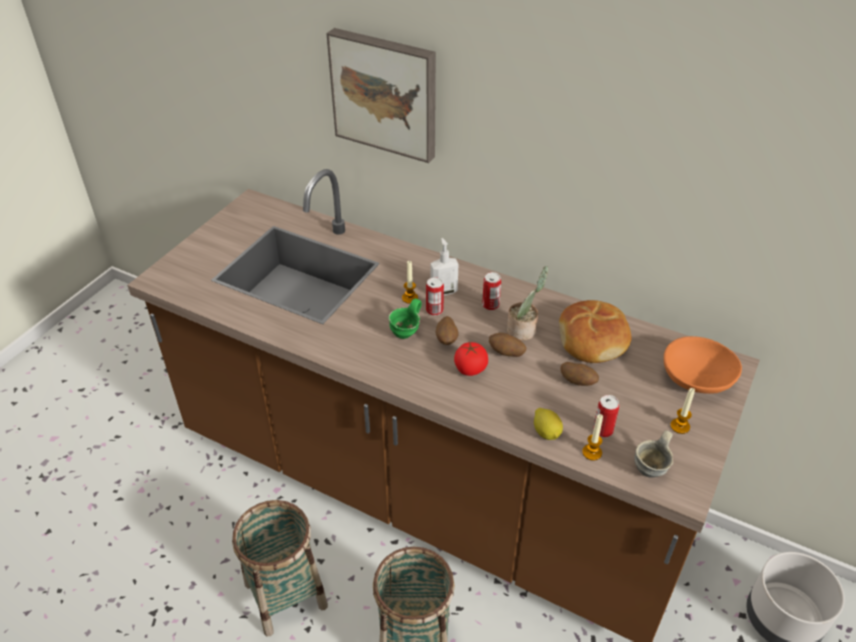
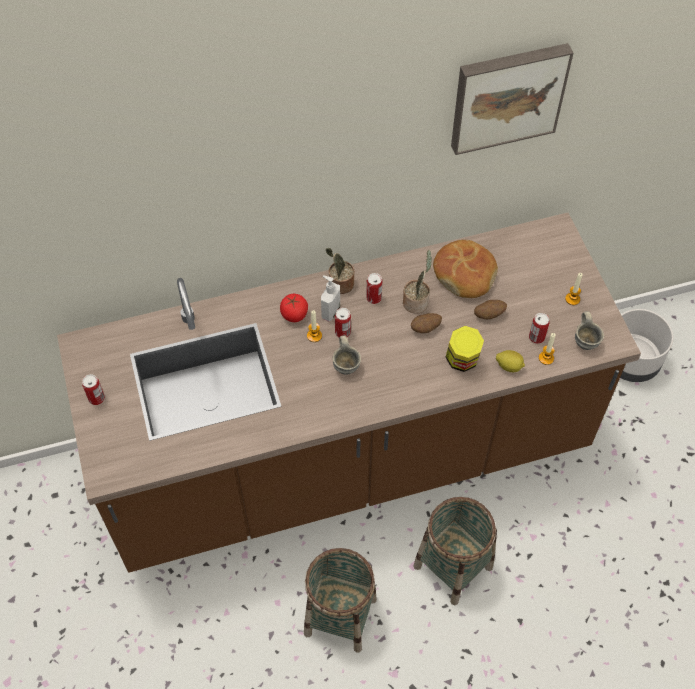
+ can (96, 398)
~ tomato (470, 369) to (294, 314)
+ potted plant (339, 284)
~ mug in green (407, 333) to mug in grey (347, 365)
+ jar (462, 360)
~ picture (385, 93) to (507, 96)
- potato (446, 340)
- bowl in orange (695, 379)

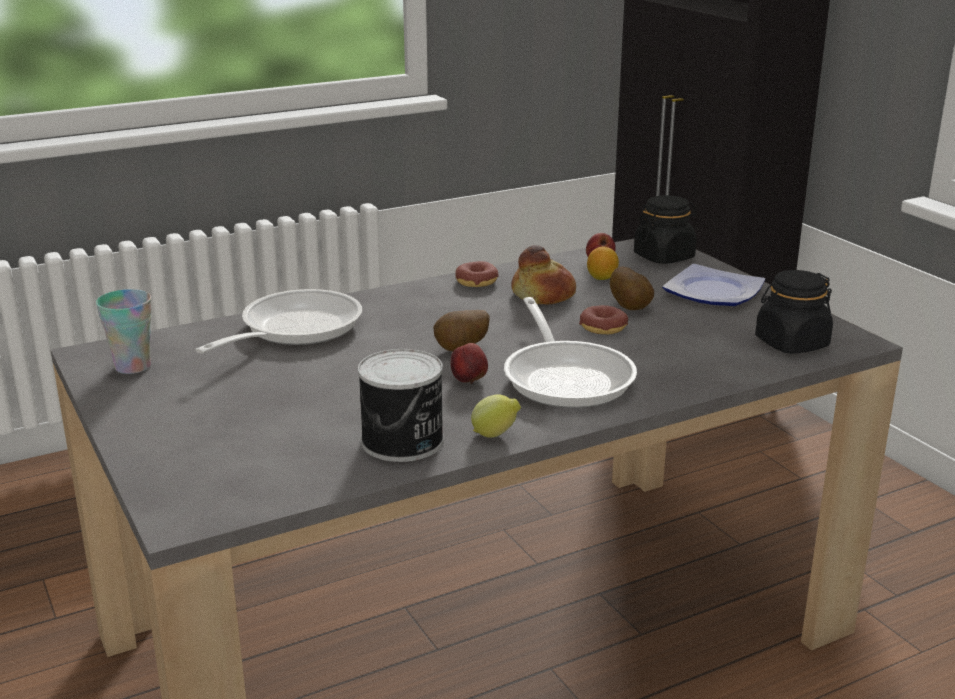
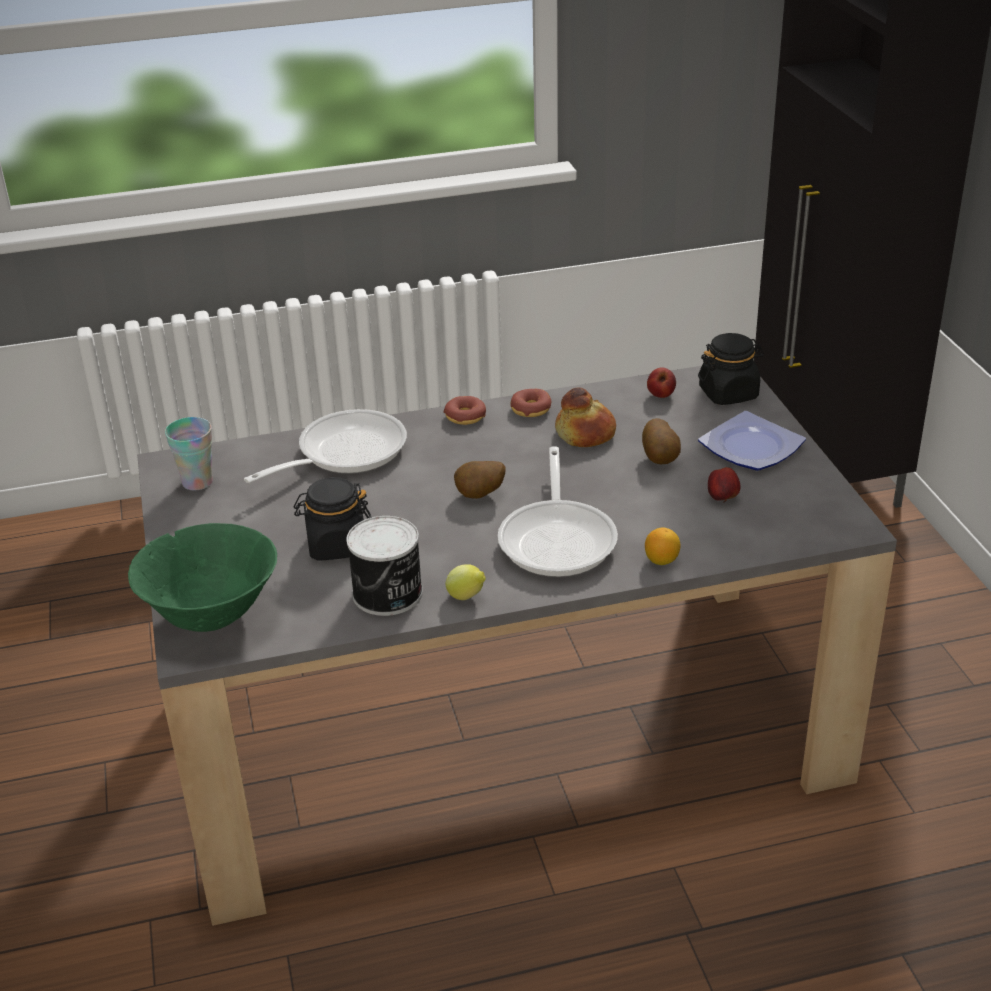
+ bowl in green (211, 617)
~ jar in black (791, 343) to (336, 545)
~ donut (603, 328) to (465, 416)
~ lemon (602, 278) to (661, 560)
~ apple (469, 381) to (723, 499)

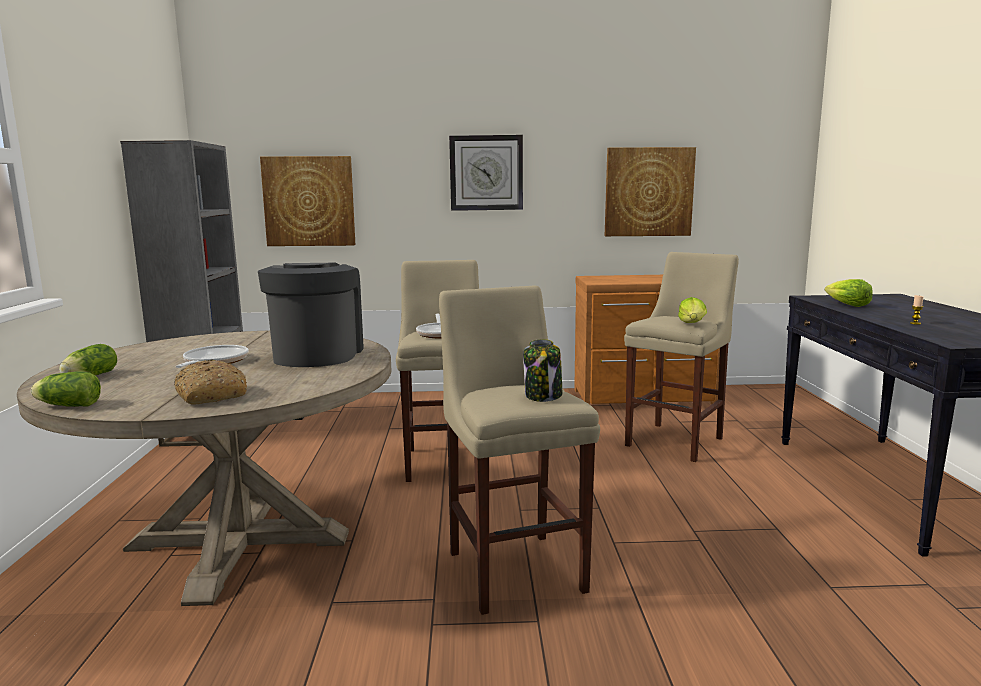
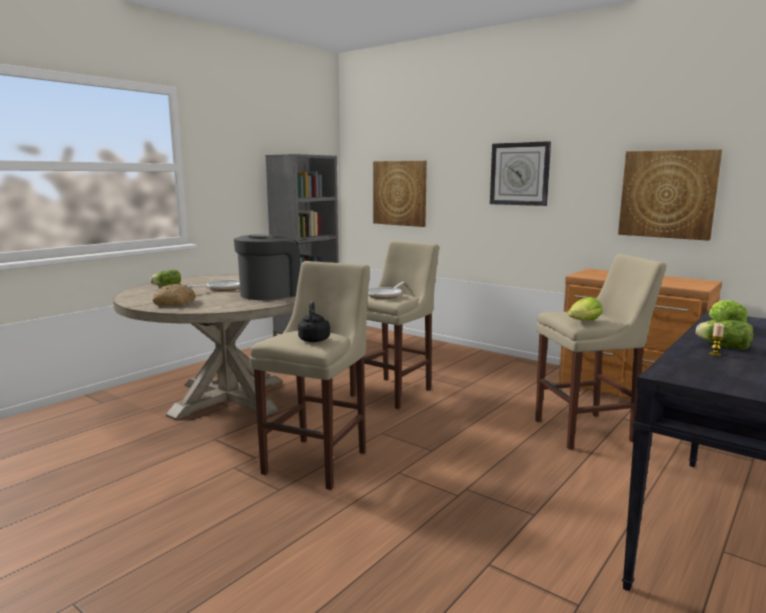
~ jar (543, 396) to kettle in black (313, 340)
~ lettuce (67, 405) to (721, 345)

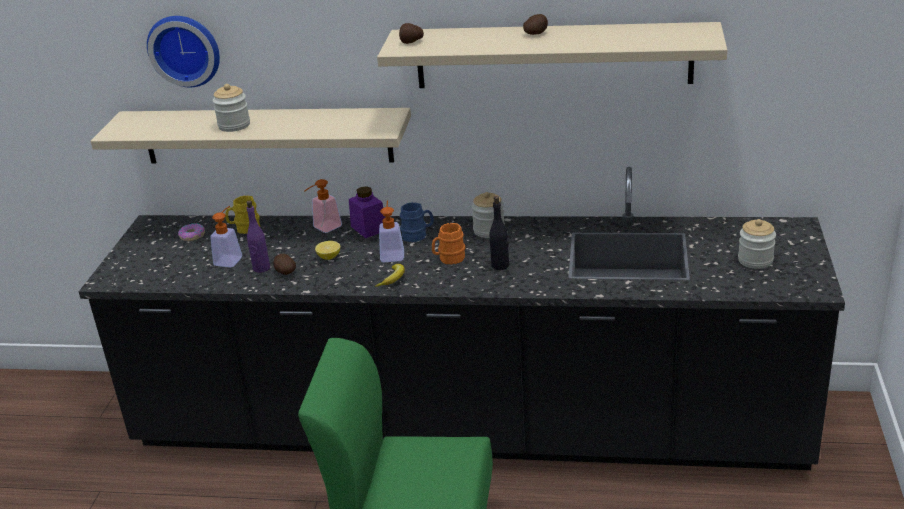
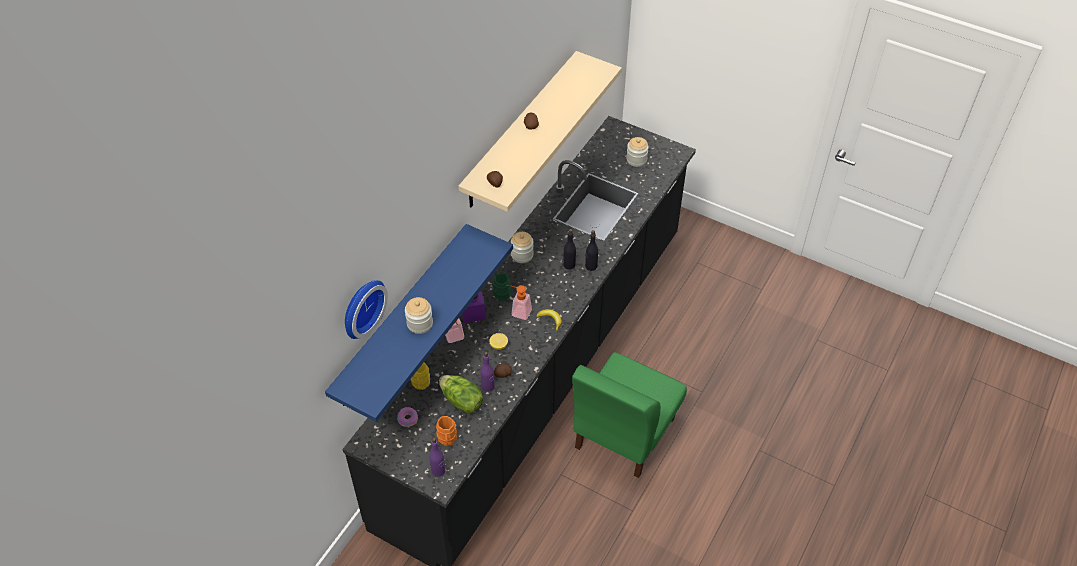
~ shelf in beige (266, 136) to shelf in blue (401, 316)
+ bottle in purple (438, 471)
~ mug in orange (449, 259) to (447, 439)
~ soap dispenser (230, 259) to lettuce (461, 401)
~ mug in blue (418, 235) to mug in green (502, 291)
+ bottle in black (591, 266)

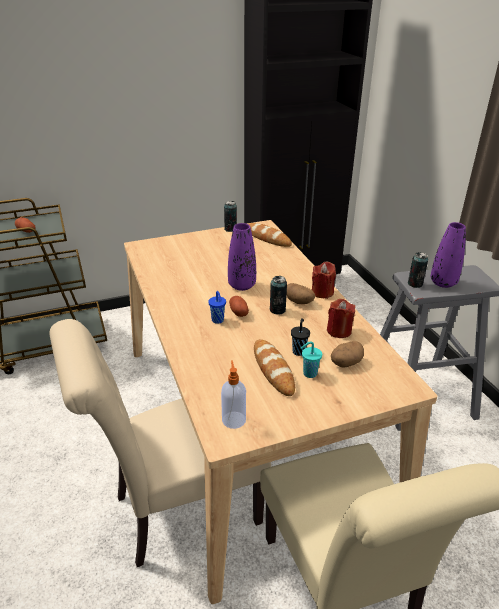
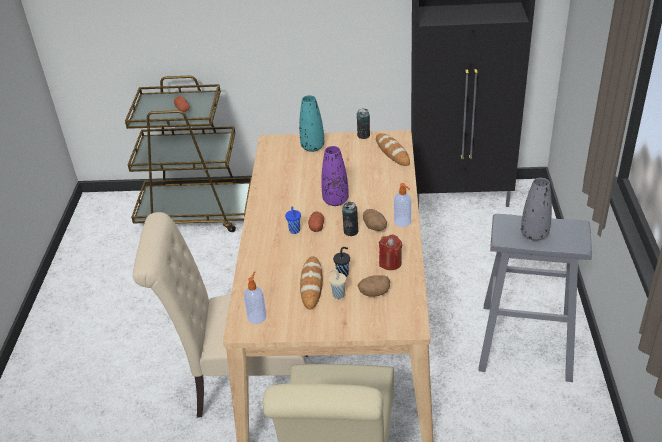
+ vase in turquoise (312, 147)
~ cup in turquoise (309, 373) to cup in beige (337, 295)
~ candle in red (322, 292) to soap dispenser (403, 222)
~ vase in purple (443, 283) to vase in grey (534, 234)
- can (415, 284)

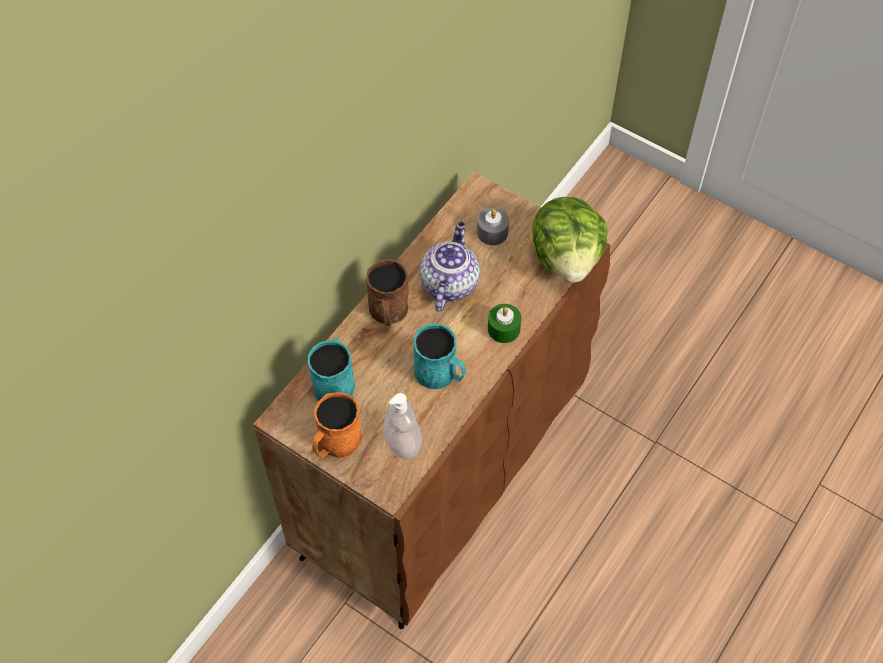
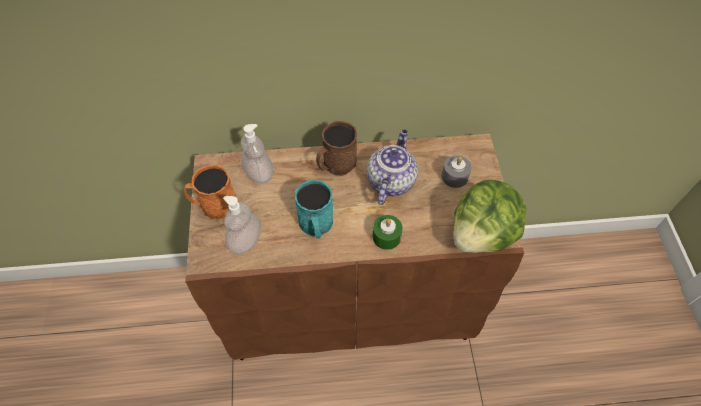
~ mug in turquoise (334, 381) to soap dispenser (259, 173)
~ teapot (449, 283) = (390, 181) 45 degrees counterclockwise

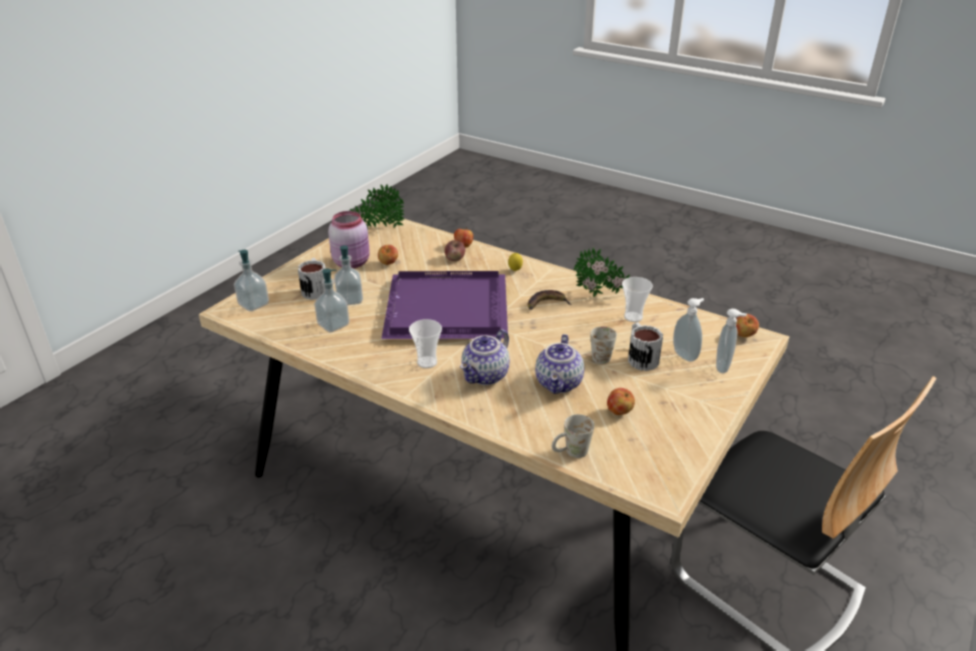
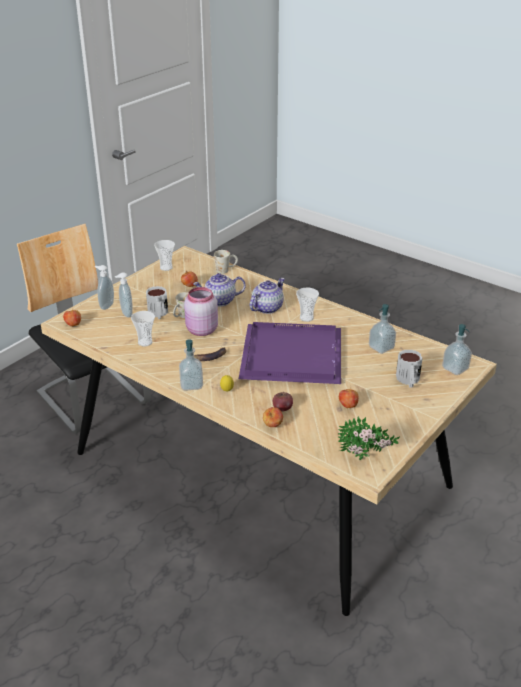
+ cup (166, 267)
~ soap dispenser (350, 300) to (191, 385)
~ jar in pink (352, 262) to (201, 330)
~ teapot (560, 384) = (219, 301) 120 degrees counterclockwise
- potted plant (601, 296)

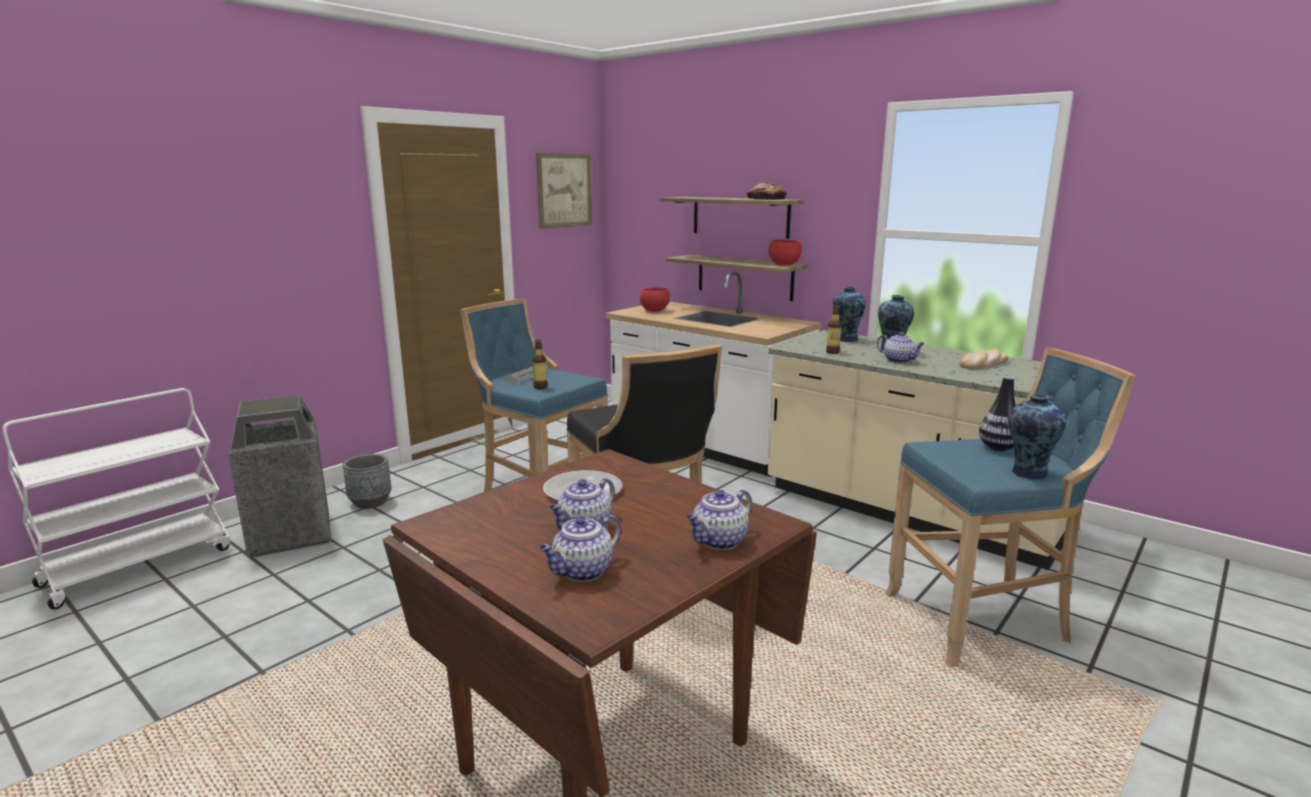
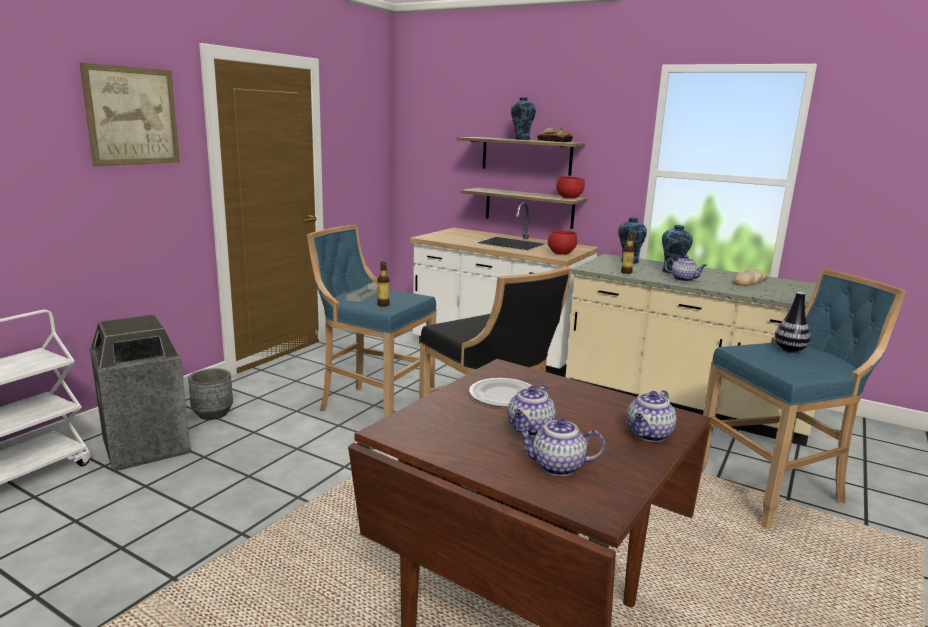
~ picture (564, 190) to (132, 116)
~ vase (1027, 473) to (521, 139)
~ teapot (582, 572) = (556, 466) 60 degrees clockwise
~ bowl in red (653, 311) to (560, 253)

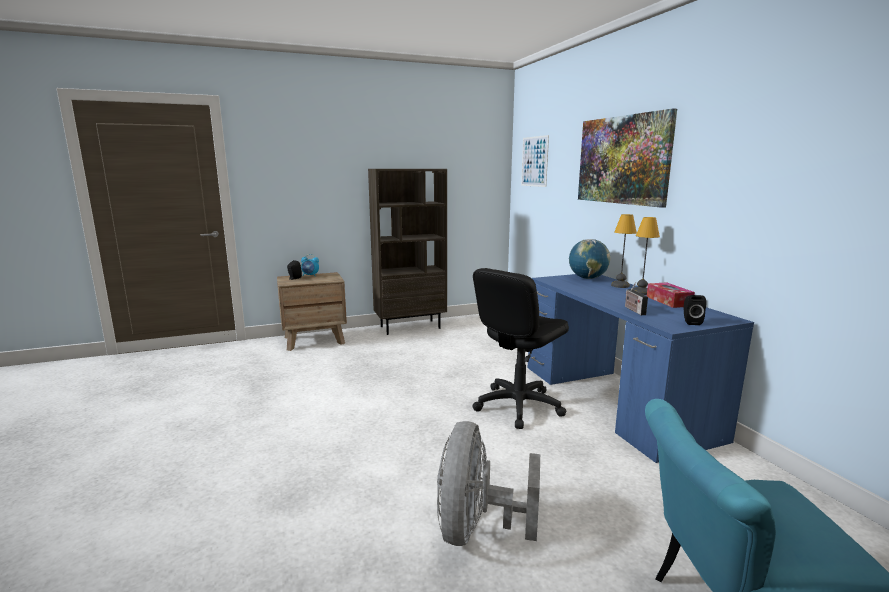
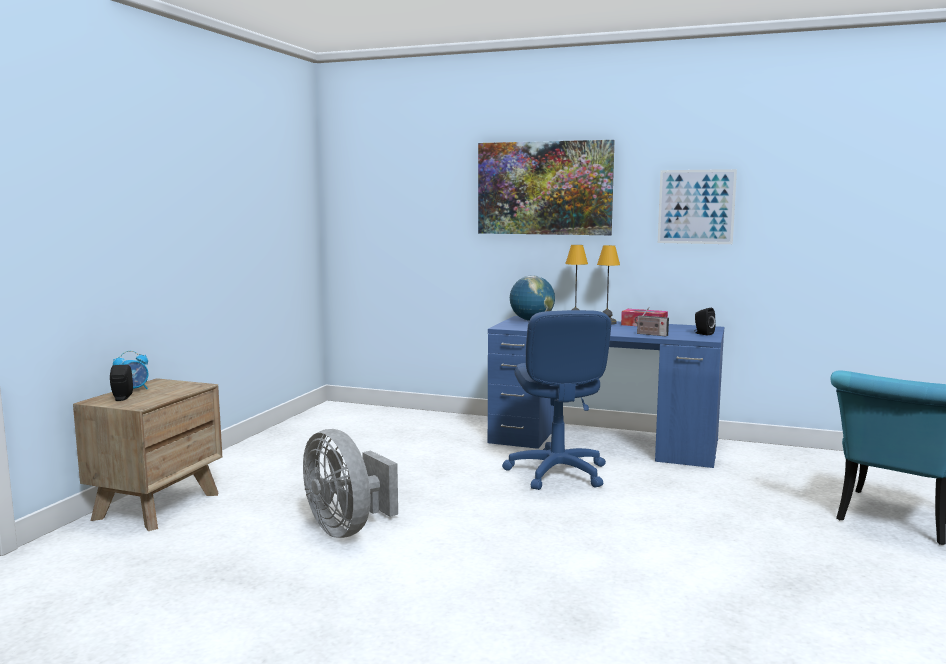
~ fan in grey (477, 529) to (347, 529)
~ office chair in black (518, 406) to office chair in blue (556, 473)
~ picture (534, 161) to (696, 207)
- bookcase in brown (410, 327)

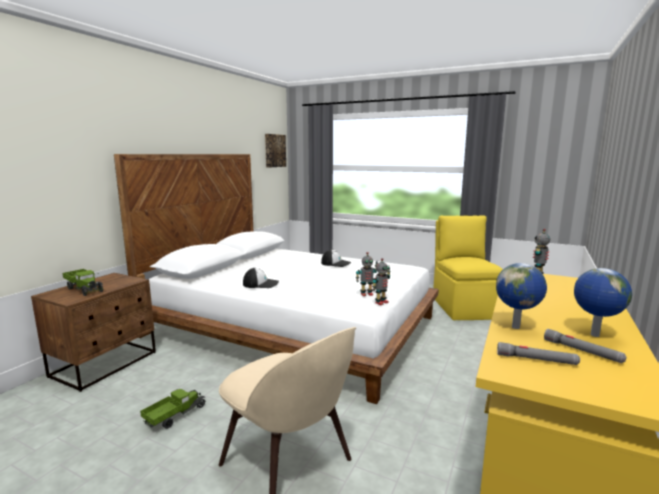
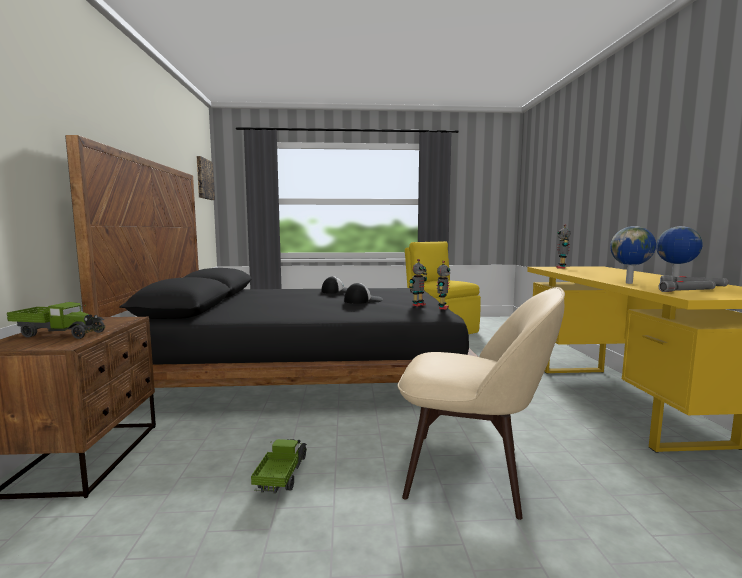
~ bed in white (295, 325) to bed in black (306, 367)
~ cap (261, 284) to (363, 300)

